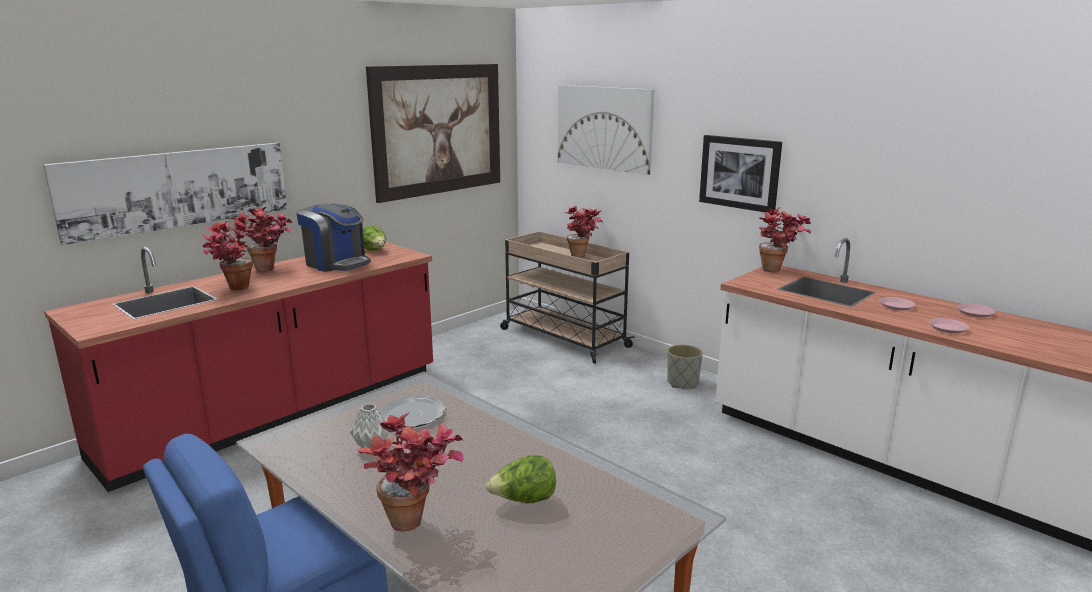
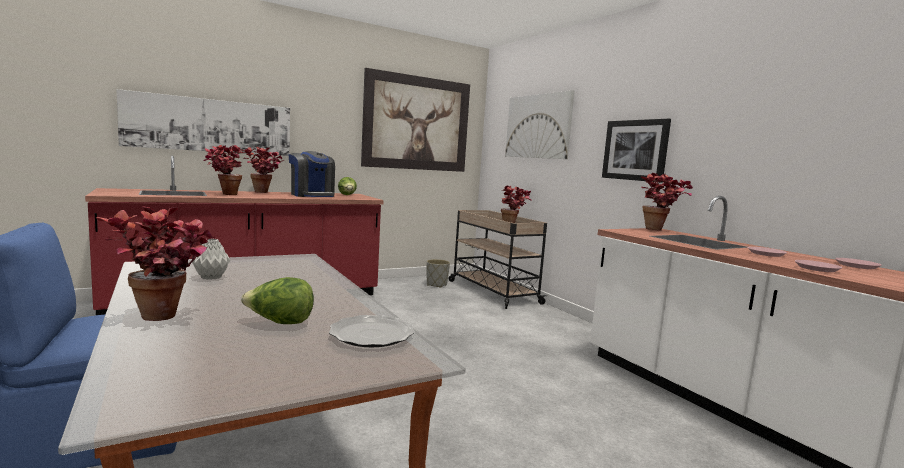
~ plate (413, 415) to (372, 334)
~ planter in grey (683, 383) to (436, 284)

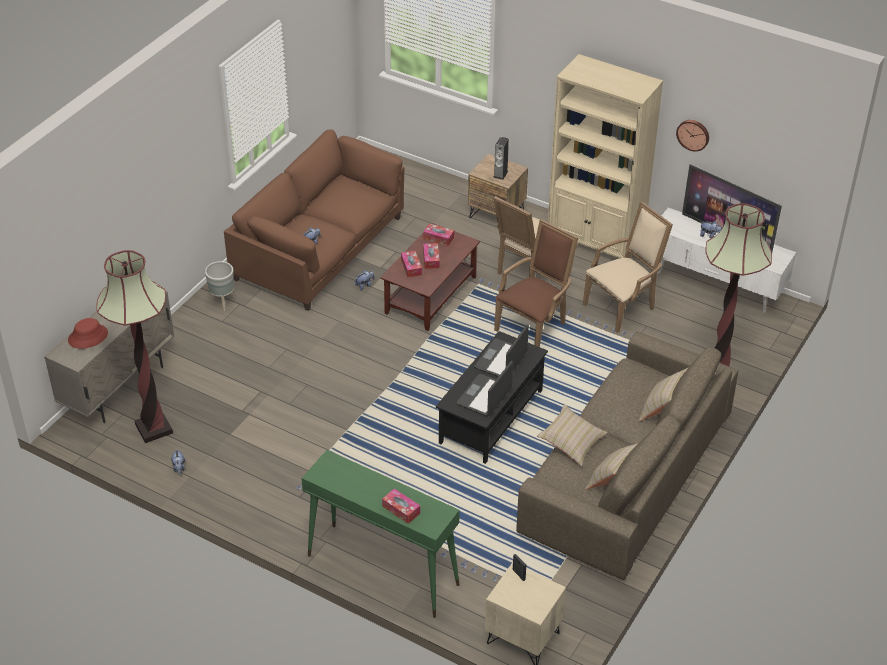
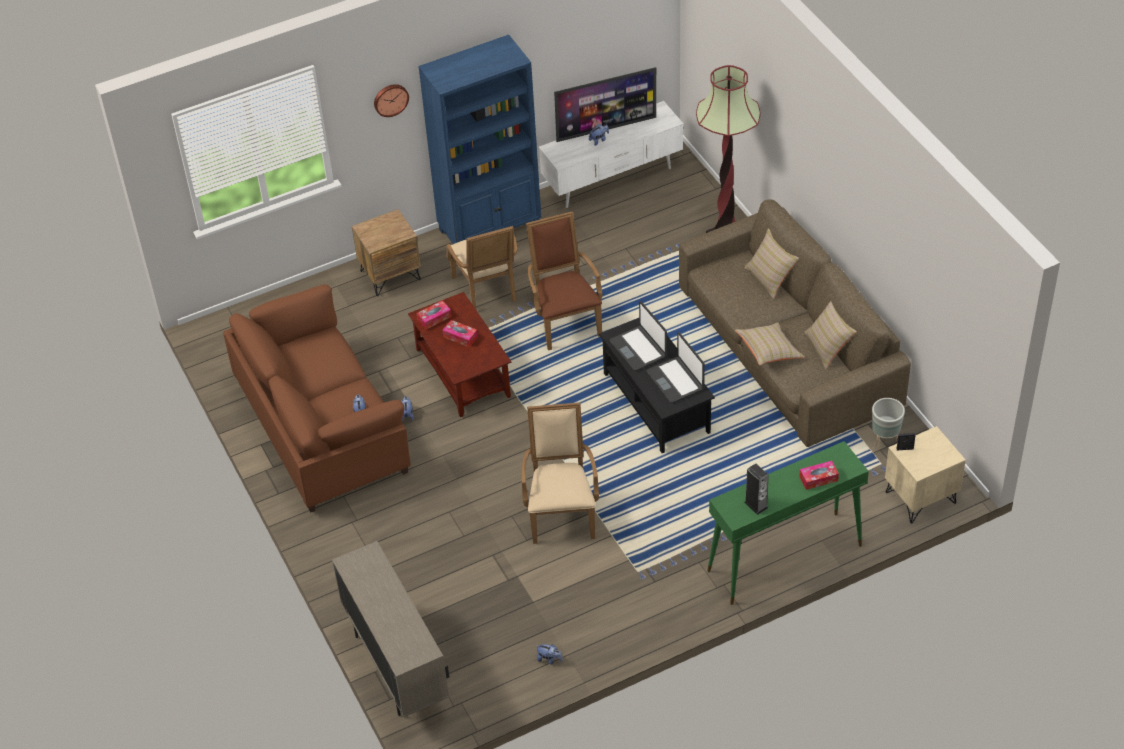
~ wall clock (693, 134) to (390, 99)
~ bookcase in beige (595, 243) to bookcase in blue (490, 228)
~ armchair in beige (623, 306) to (561, 512)
~ speaker (500, 174) to (756, 505)
~ planter in grey (223, 302) to (884, 441)
- hat in red (88, 337)
- floor lamp (154, 428)
- tissue box (411, 267)

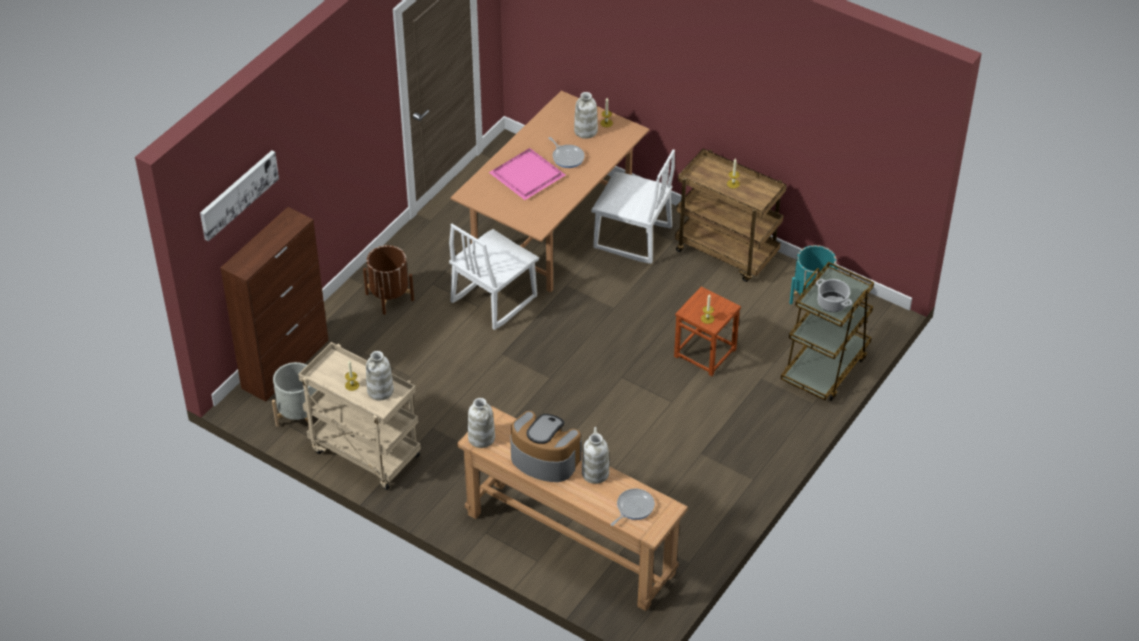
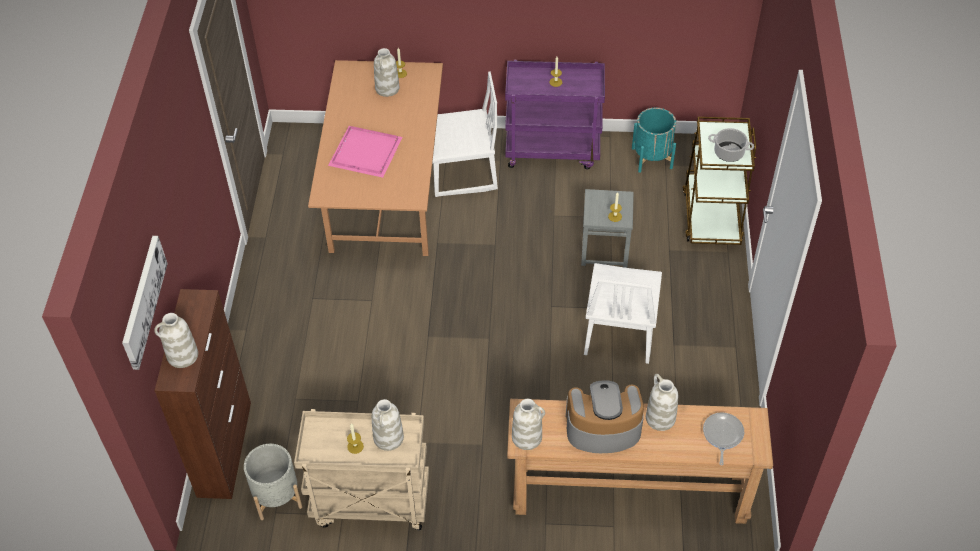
+ vase in white (182, 356)
~ cart in brown (727, 253) to cart in purple (553, 150)
~ stool in brown (705, 353) to stool in grey (605, 249)
~ chair in white (493, 299) to (618, 332)
- planter in brown (389, 297)
- frying pan (567, 157)

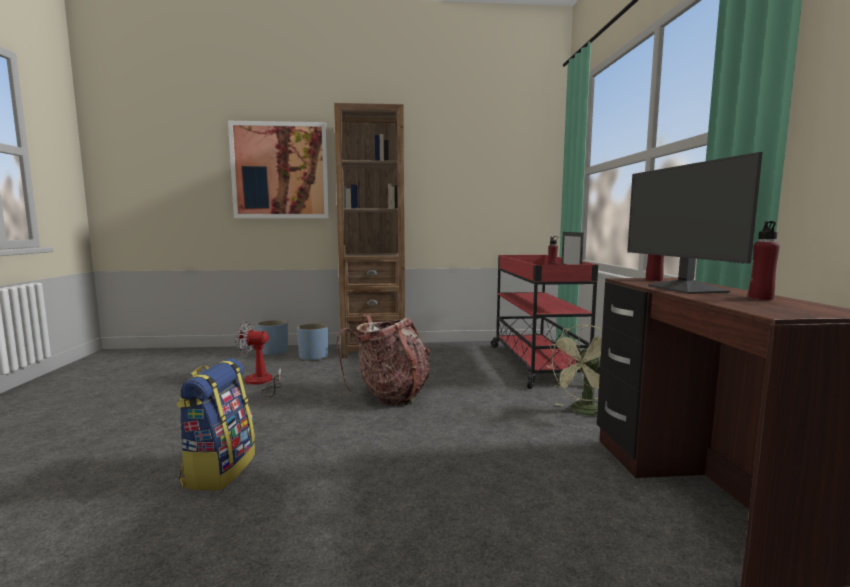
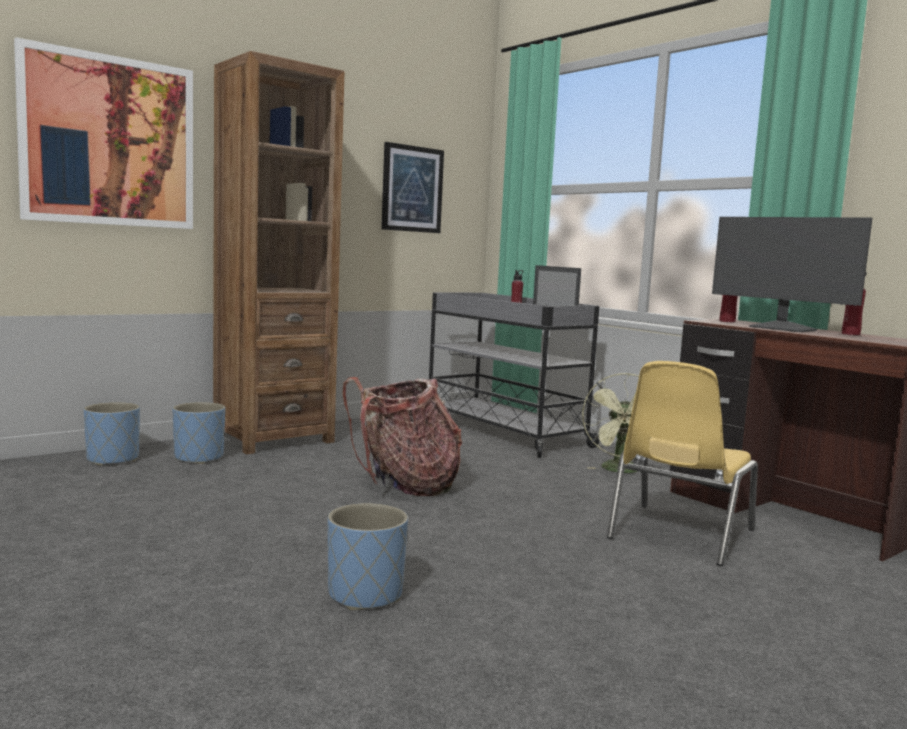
~ backpack (219, 470) to planter in blue (365, 595)
+ picture (412, 189)
~ cart in red (536, 363) to cart in grey (501, 432)
+ chair in yellow (678, 534)
- fan (261, 383)

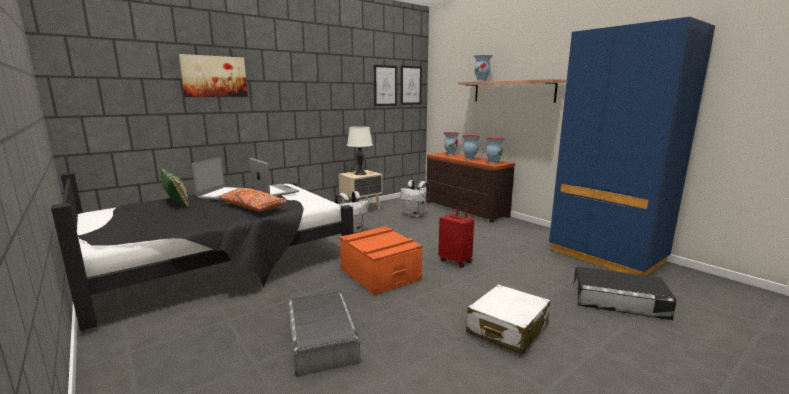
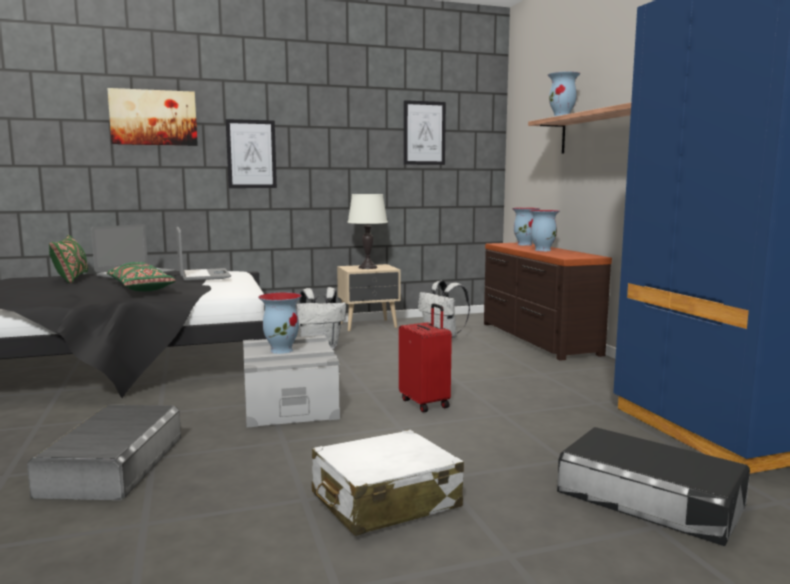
~ pillow in orange (253, 207) to pillow in green (141, 288)
~ picture (411, 85) to (251, 154)
~ storage box in orange (379, 274) to storage box in grey (289, 404)
~ vase (493, 162) to (282, 350)

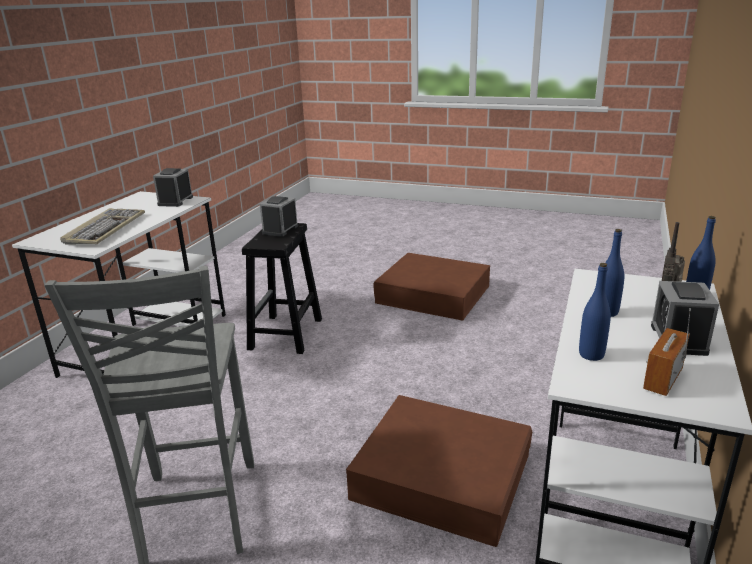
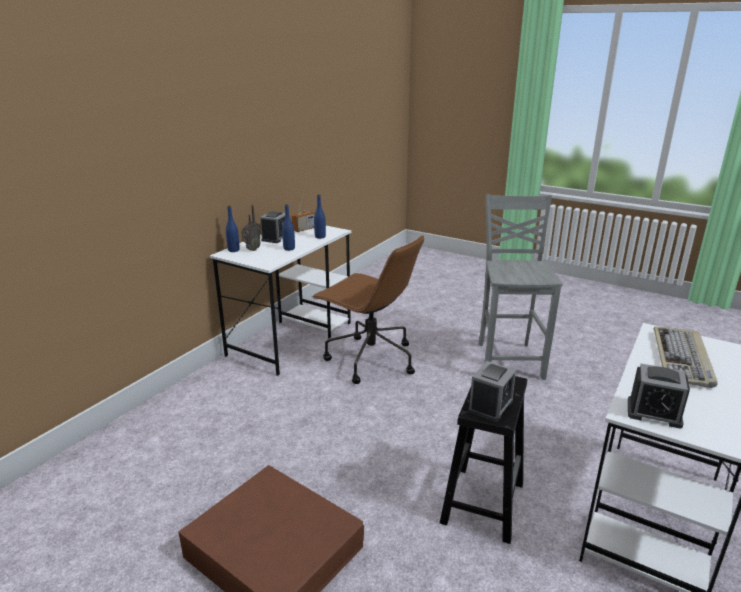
~ storage box in brown (441, 476) to office chair in brown (369, 359)
~ alarm clock (175, 201) = (654, 413) 90 degrees clockwise

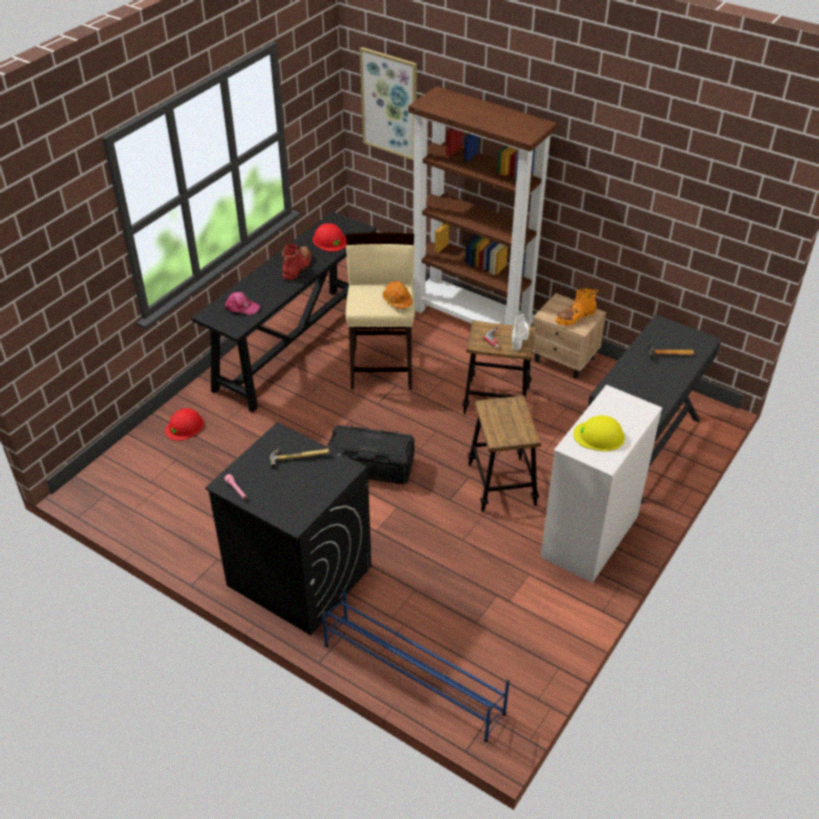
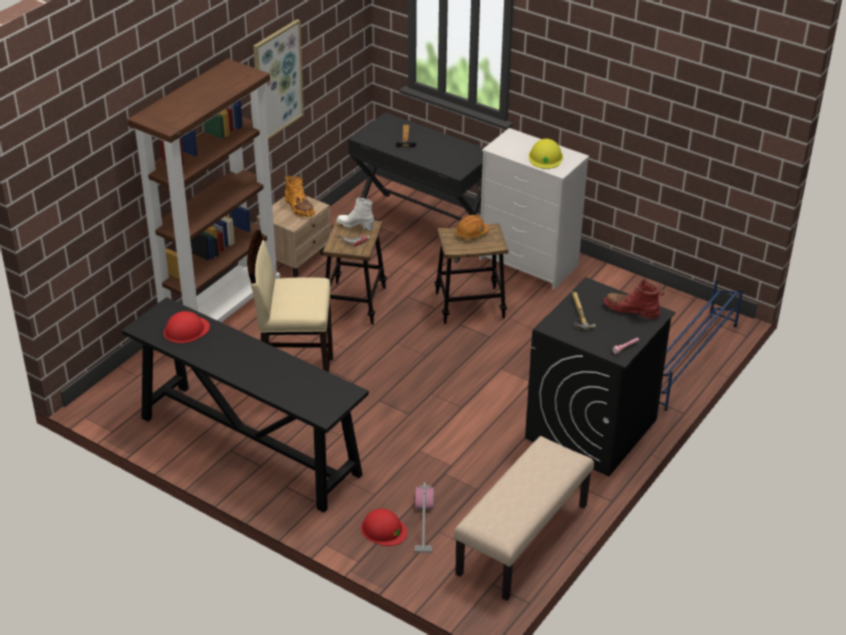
~ picture (390, 104) to (277, 80)
+ vacuum cleaner (423, 522)
+ bench in beige (523, 540)
~ hard hat in orange (397, 300) to (471, 233)
~ boot in red (297, 267) to (631, 310)
- cap in pink (241, 307)
- storage box in black (370, 466)

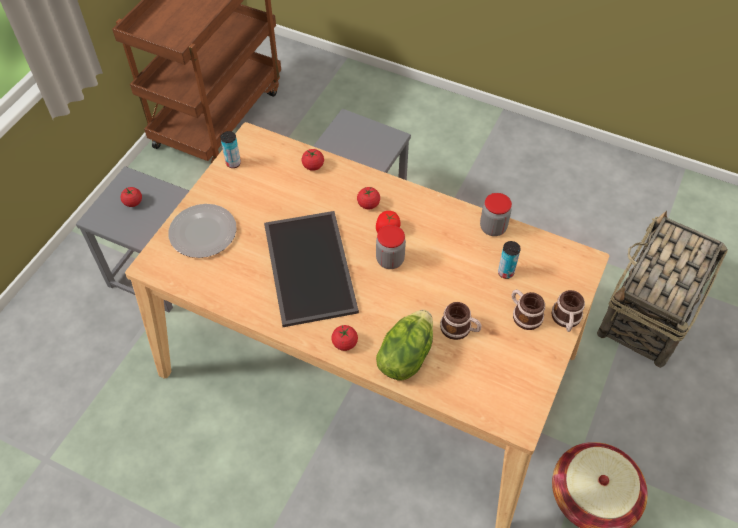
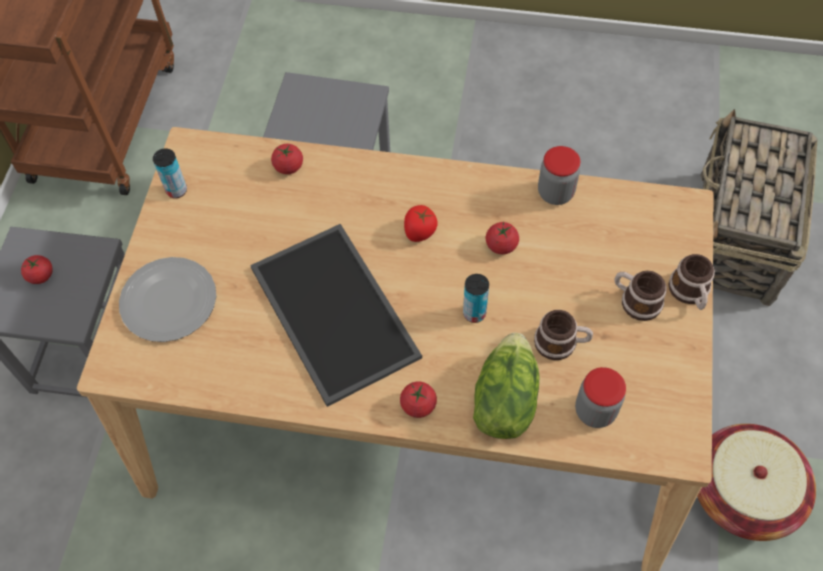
~ can (505, 272) to (474, 313)
~ tomato (368, 204) to (501, 245)
~ jar (390, 260) to (595, 411)

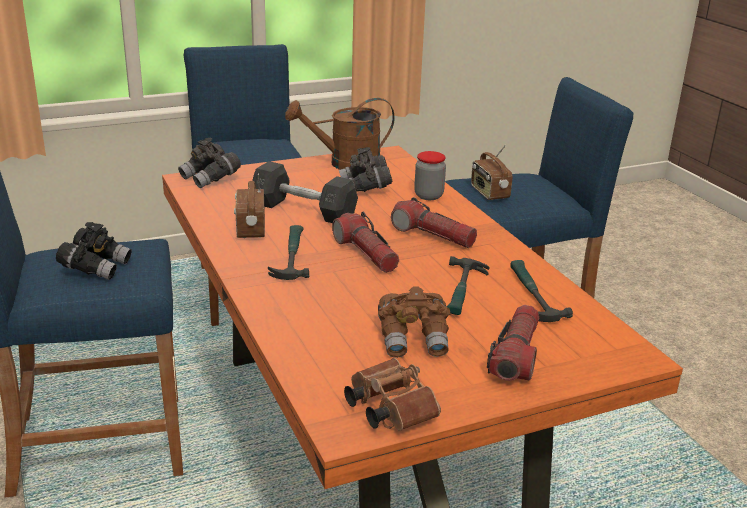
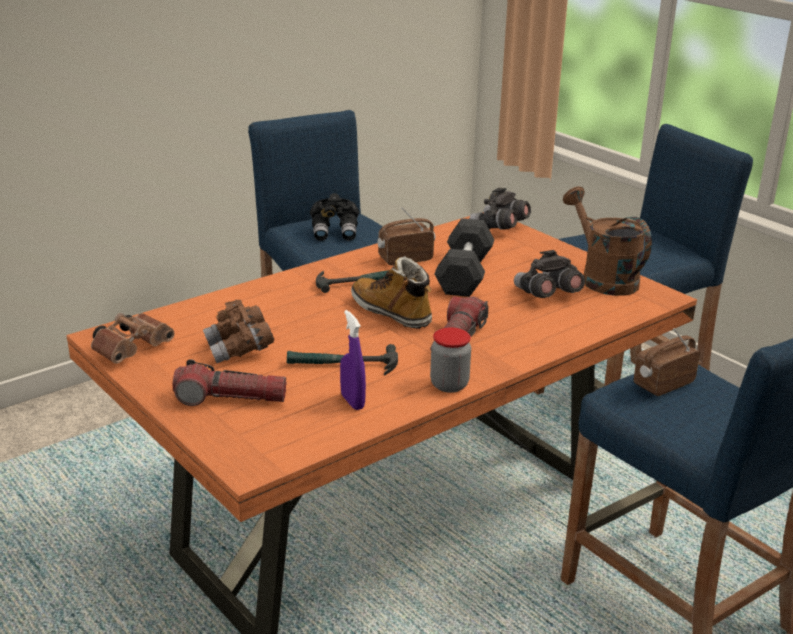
~ hammer (531, 295) to spray bottle in purple (352, 402)
~ flashlight (366, 253) to boot (392, 312)
~ jar (428, 196) to (449, 385)

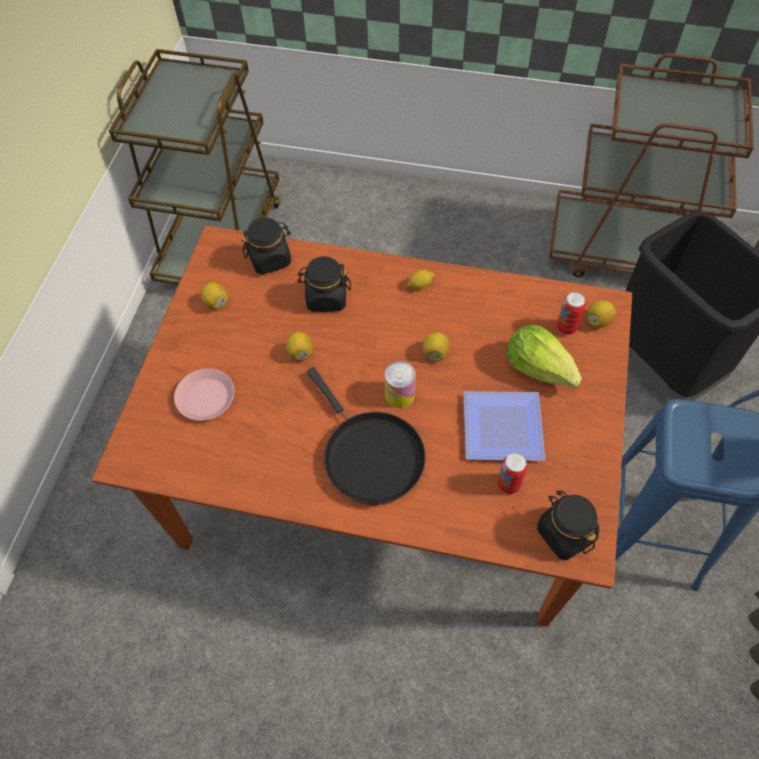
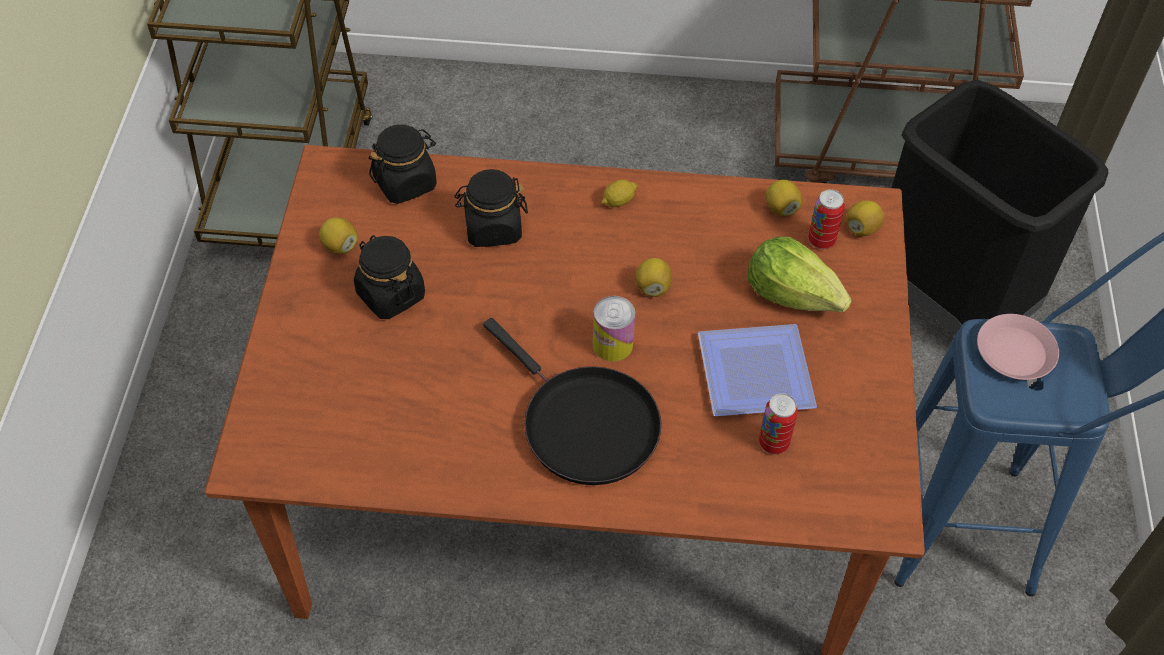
~ jar in black (564, 533) to (390, 295)
~ lemon (301, 353) to (781, 209)
~ plate in pink (206, 397) to (1015, 351)

